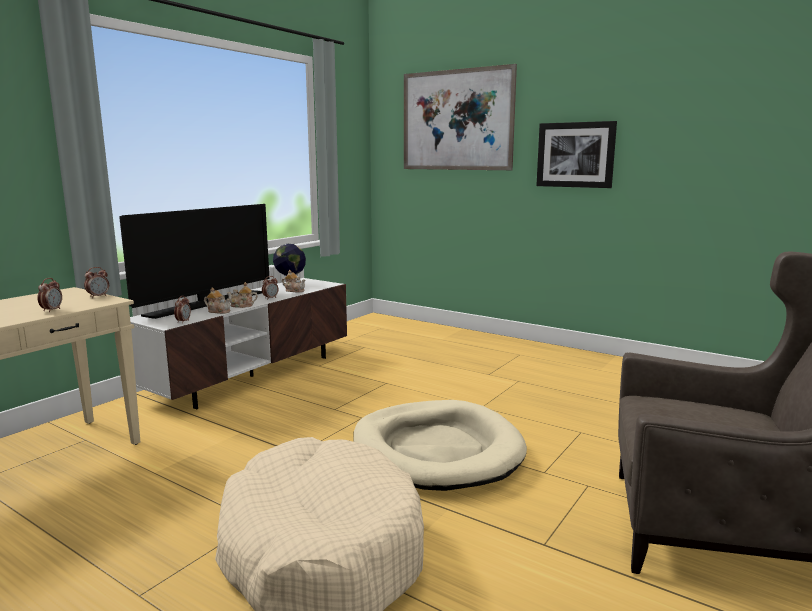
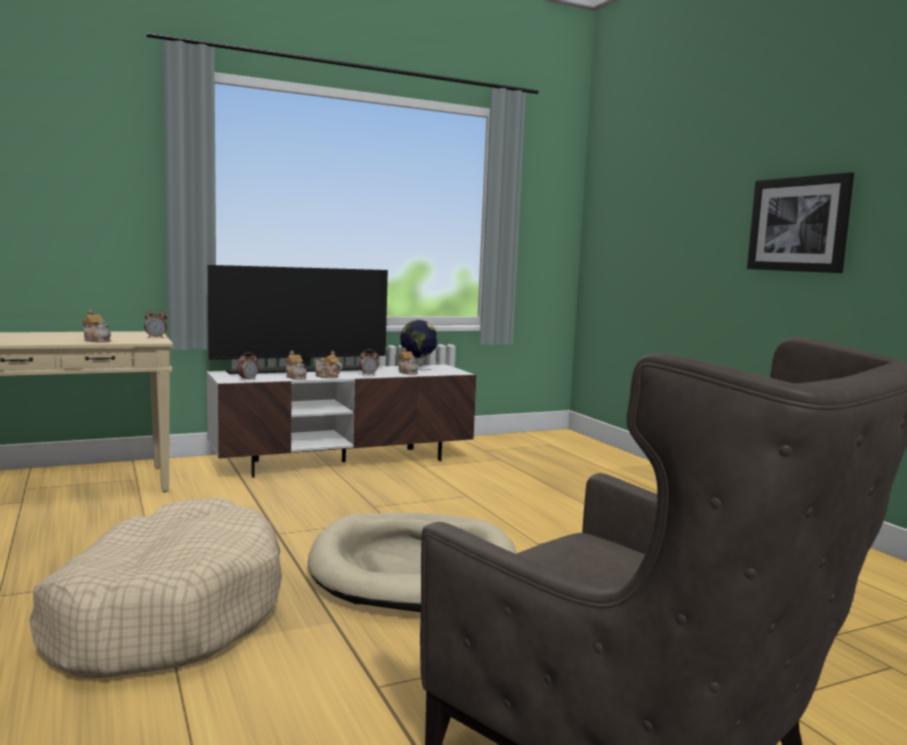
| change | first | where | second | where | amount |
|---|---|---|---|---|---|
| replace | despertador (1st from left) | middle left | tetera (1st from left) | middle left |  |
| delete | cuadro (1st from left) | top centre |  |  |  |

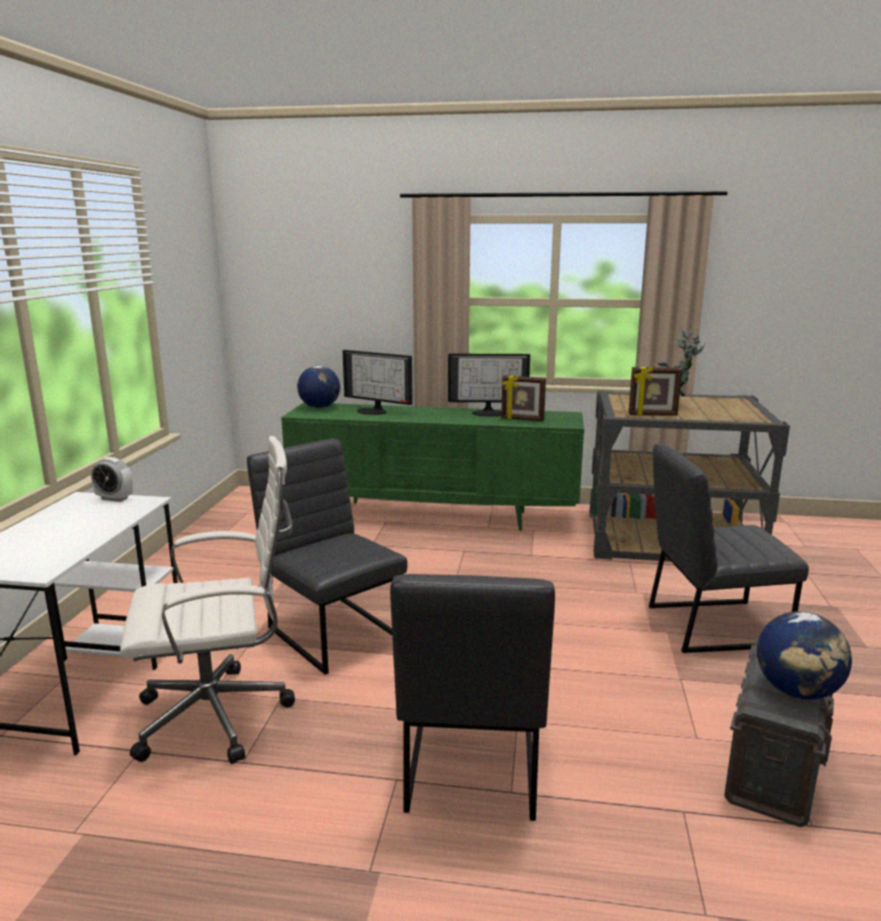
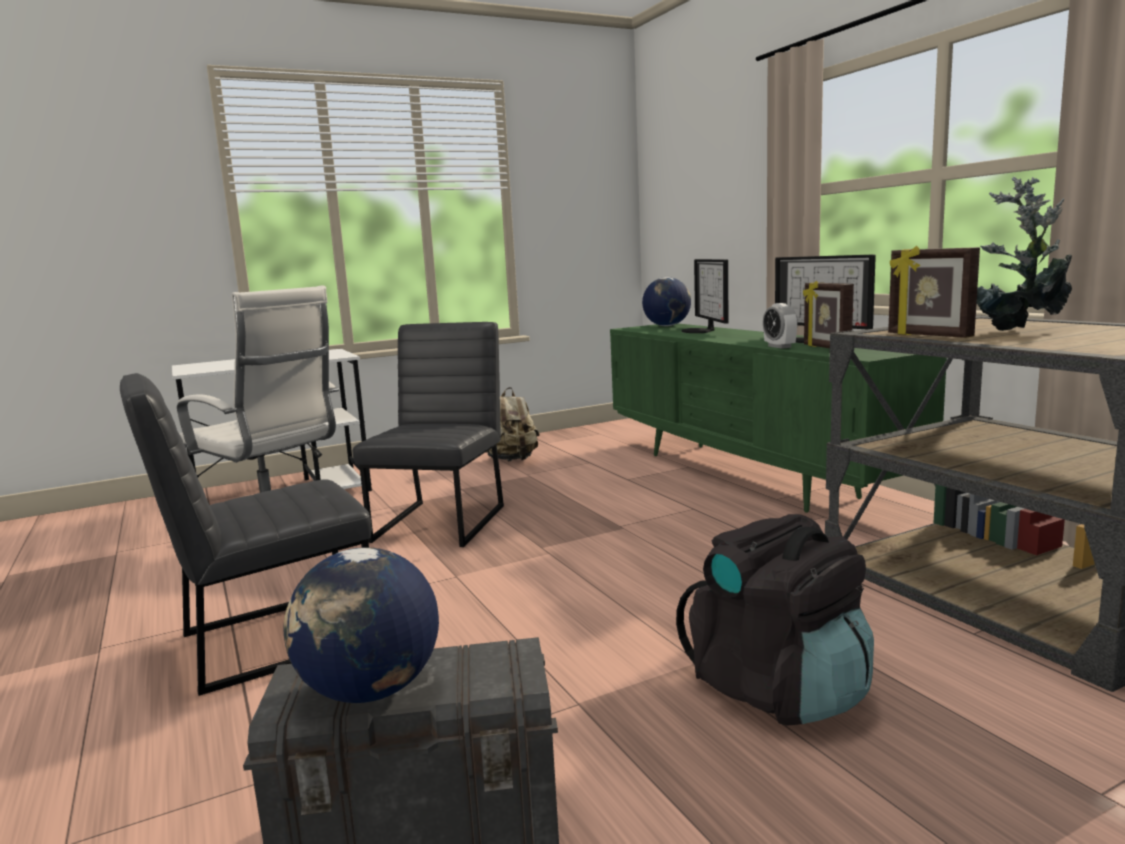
| change | first | where | second | where | amount |
|---|---|---|---|---|---|
| insert |  |  | mochila/beis | centre |  |
| replace | silla/gris (3rd from left) | middle right | mochila/negro | bottom right |  |
| move | despertador | middle left |  | middle right |  |

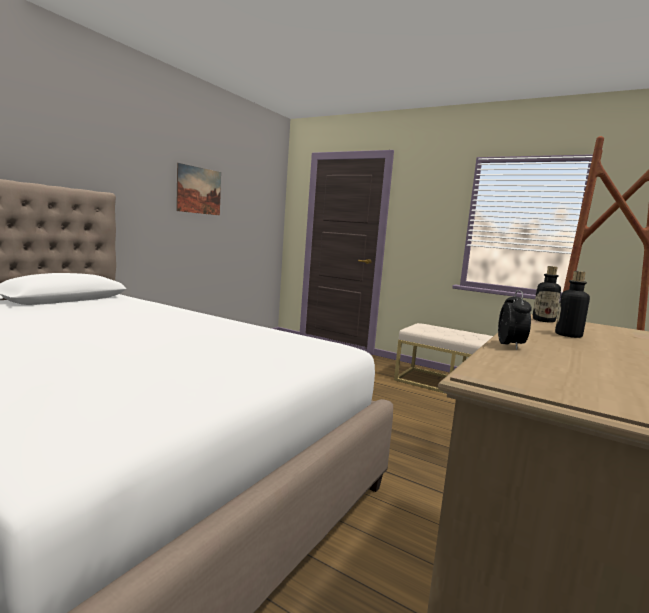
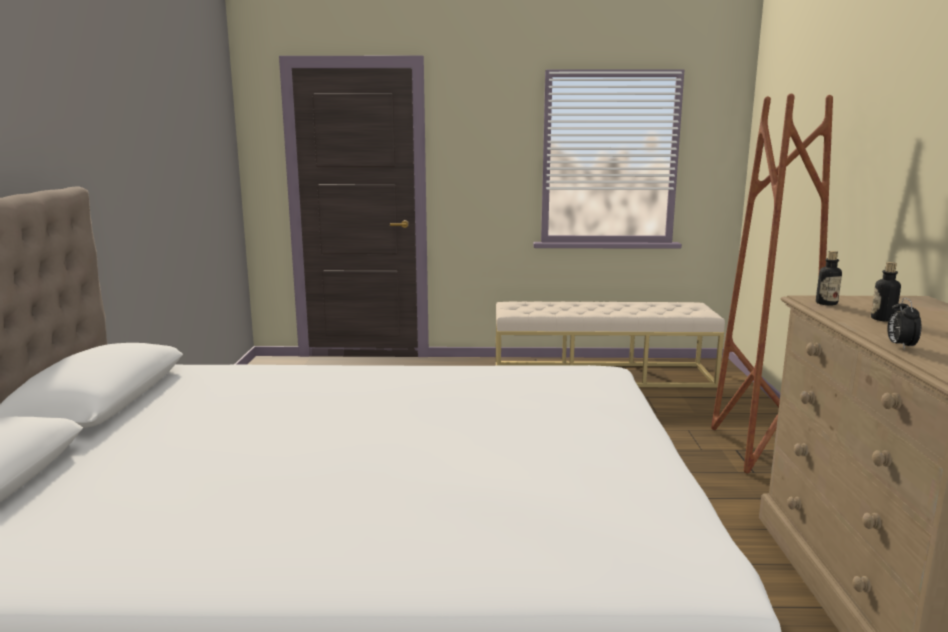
| change | first | where | second | where | amount |
|---|---|---|---|---|---|
| rotate | despertador | middle right |  | middle right | 150 degrees counterclockwise |
| delete | cuadro | top left |  |  |  |

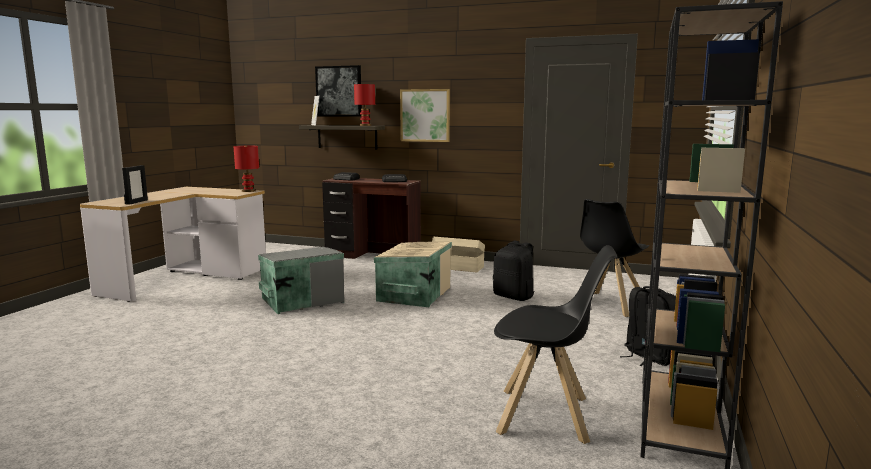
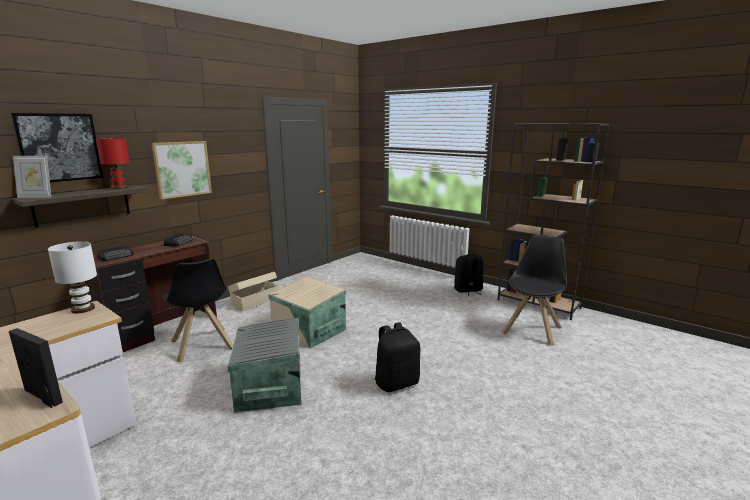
| change | first | where | second | where | amount |
|---|---|---|---|---|---|
| recolor | lámpara de mesa/rojo (1st from left) | middle left | lámpara de mesa/blanco | middle left |  |
| move | silla/negro (2nd from left in the first image) | middle right | silla/negro (1st from left) | middle left |  |
| move | mochila/negro (1st from left) | centre |  | bottom centre |  |

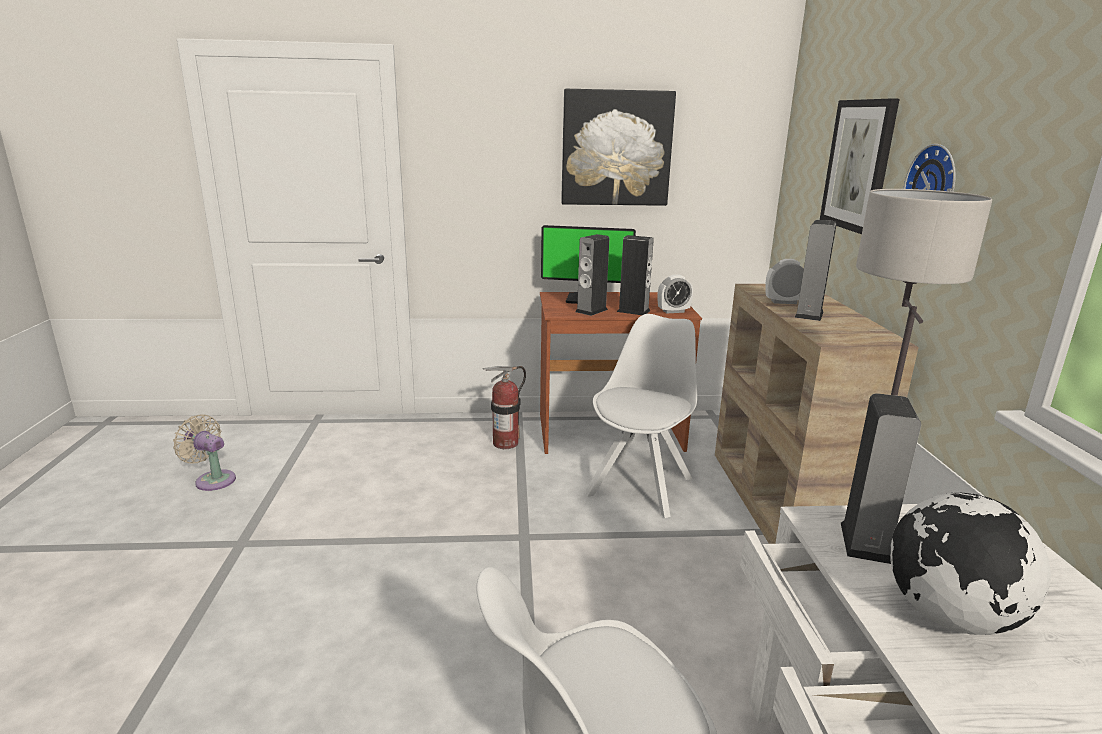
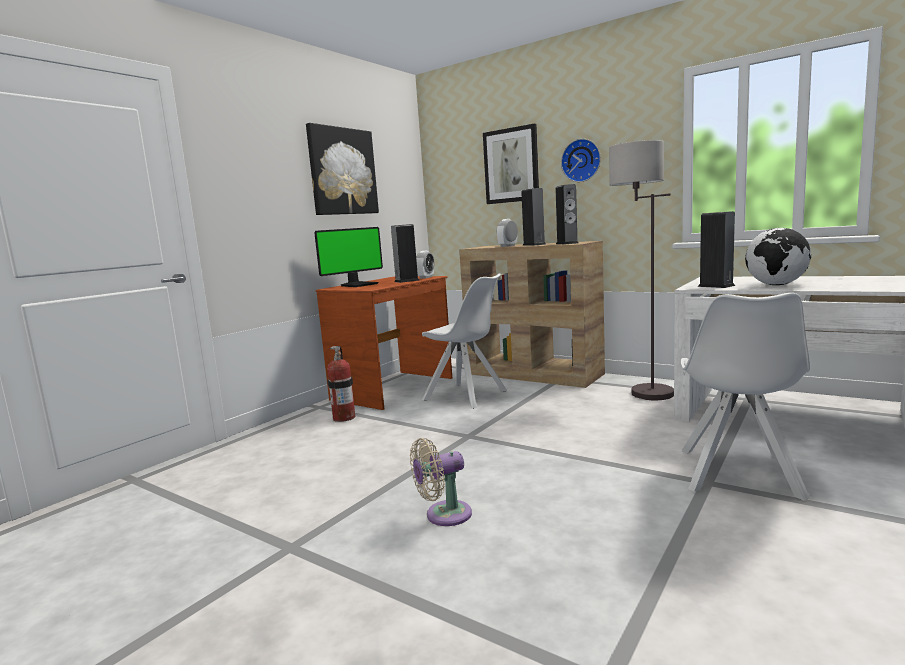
| change | first | where | second | where | amount |
|---|---|---|---|---|---|
| move | ventilador/beis | middle left |  | bottom centre |  |
| rotate | silla/blanco (2nd from left in the first image) | centre | silla/blanco (1st from left) | centre | 150 degrees clockwise |
| move | altavoz (1st from left in the first image) | centre | altavoz (3rd from left) | top centre |  |

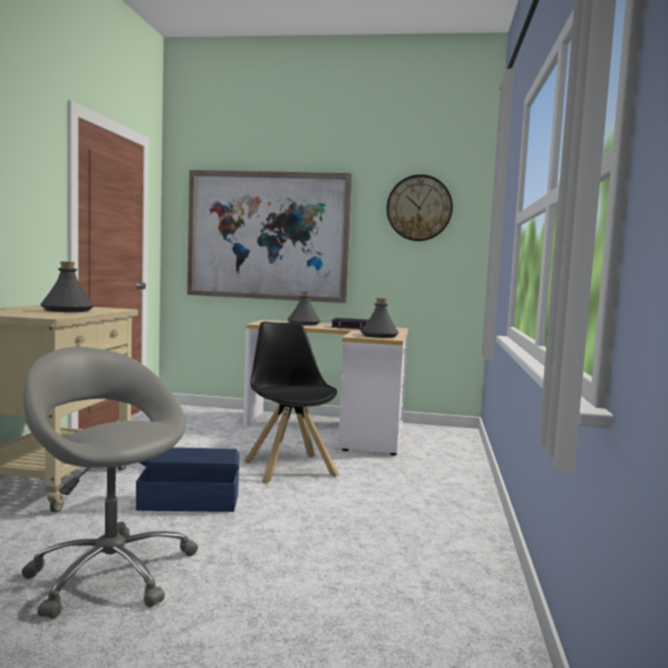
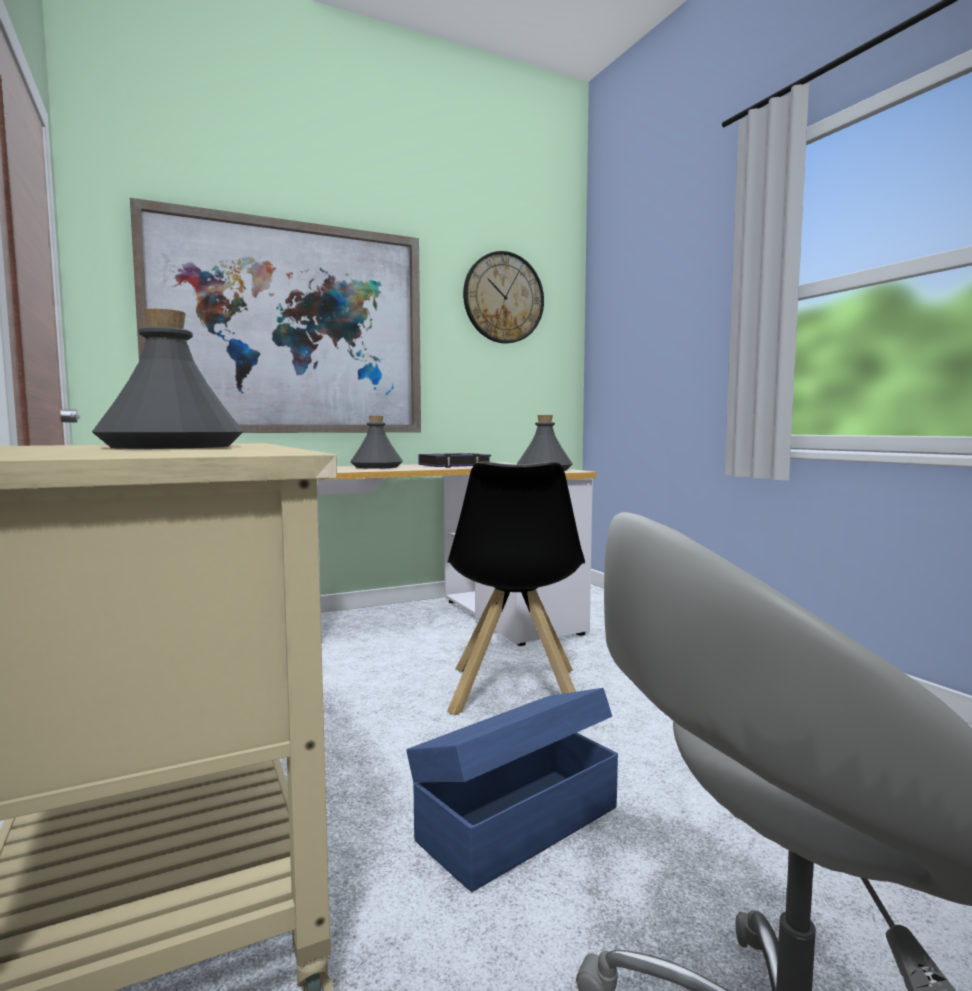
| change | first | where | second | where | amount |
|---|---|---|---|---|---|
| rotate | silla/negro | centre |  | centre | 120 degrees counterclockwise |

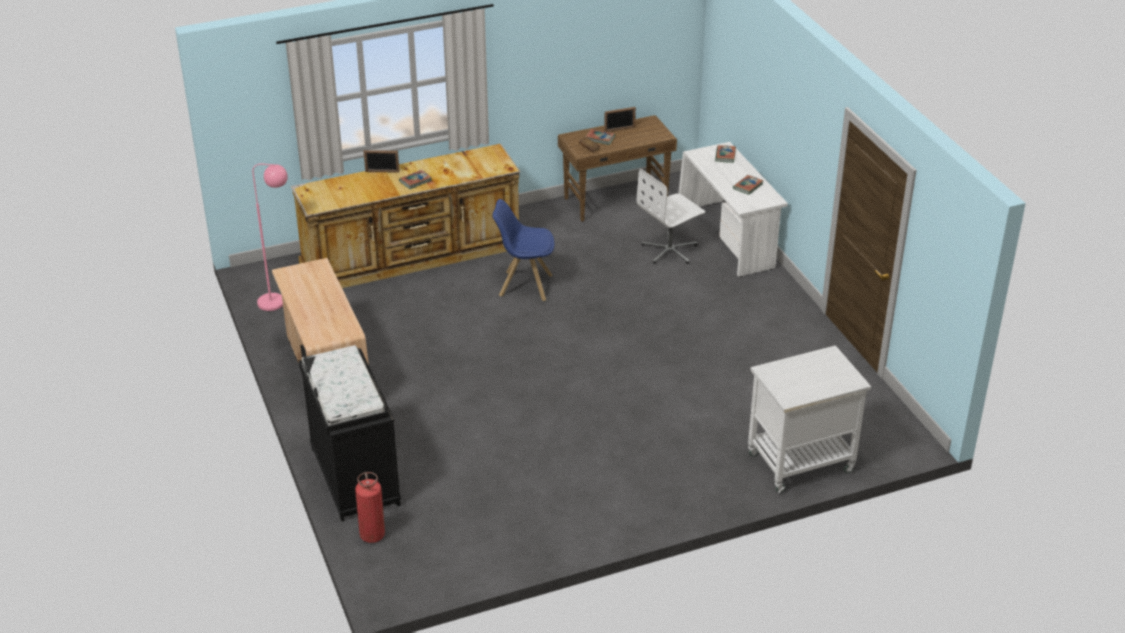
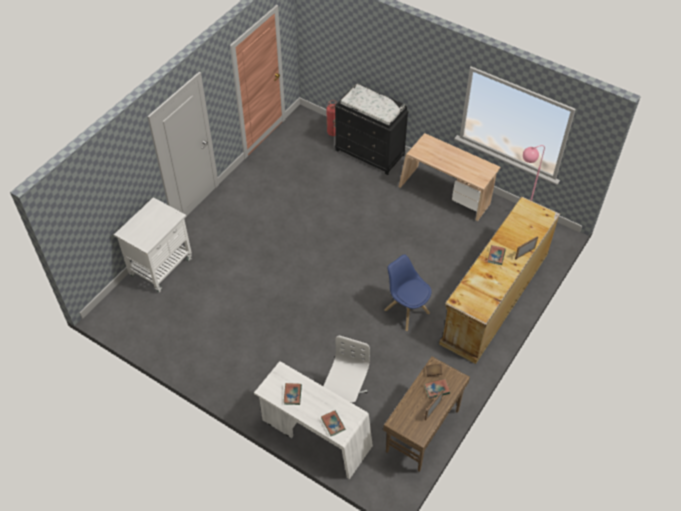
| change | first | where | second | where | amount |
|---|---|---|---|---|---|
| rotate | silla/azul | centre |  | centre | 105 degrees counterclockwise |

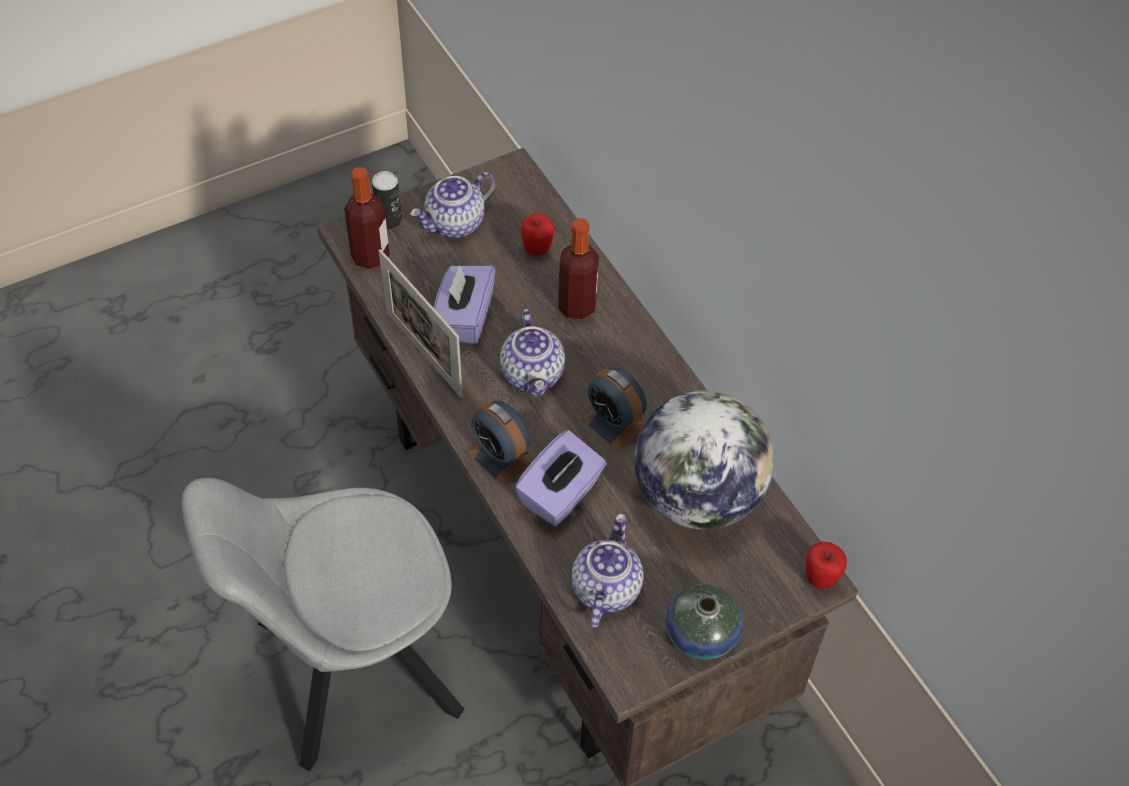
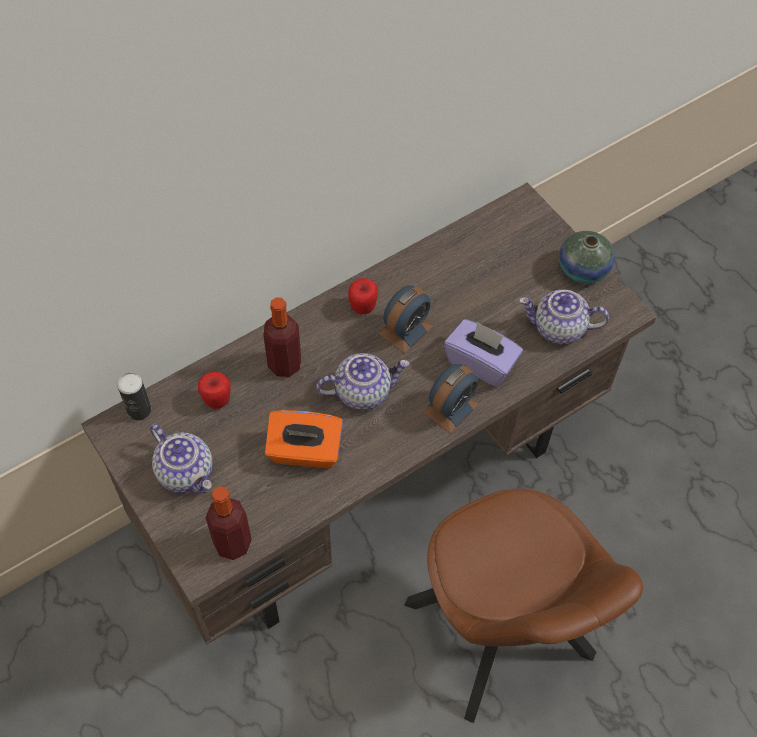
| change | first | where | second | where | amount |
|---|---|---|---|---|---|
| move | lata | top centre |  | middle left |  |
| recolor | caja de pañuelos/morado (1st from left) | centre | caja de pañuelos/naranja | centre |  |
| move | manzana (2nd from left) | bottom right |  | centre |  |
| recolor | silla/gris | bottom left | silla/marrón | bottom right |  |
| delete | portarretratos | centre |  |  |  |
| delete | globo terráqueo | centre |  |  |  |

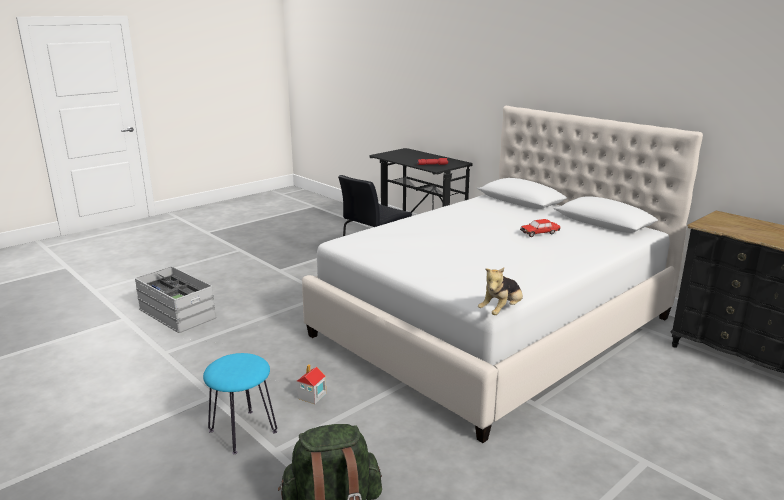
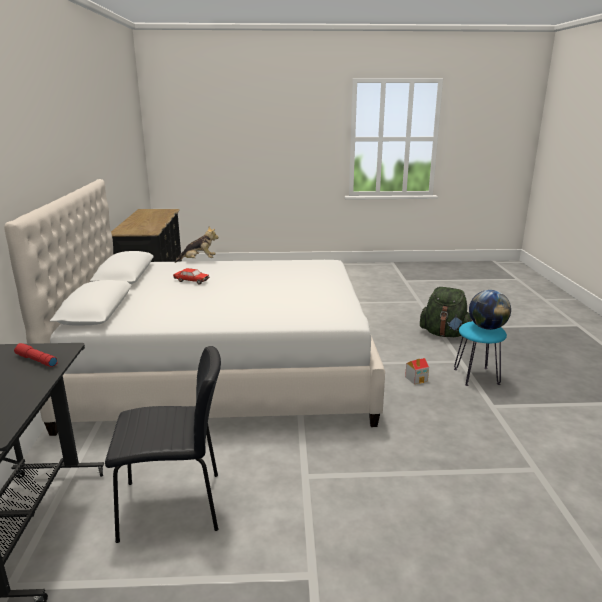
| change | first | where | second | where | amount |
|---|---|---|---|---|---|
| move | peluche | centre |  | middle left |  |
| insert |  |  | globo terráqueo | middle right |  |
| delete | caja de almacenaje/gris | middle left |  |  |  |

